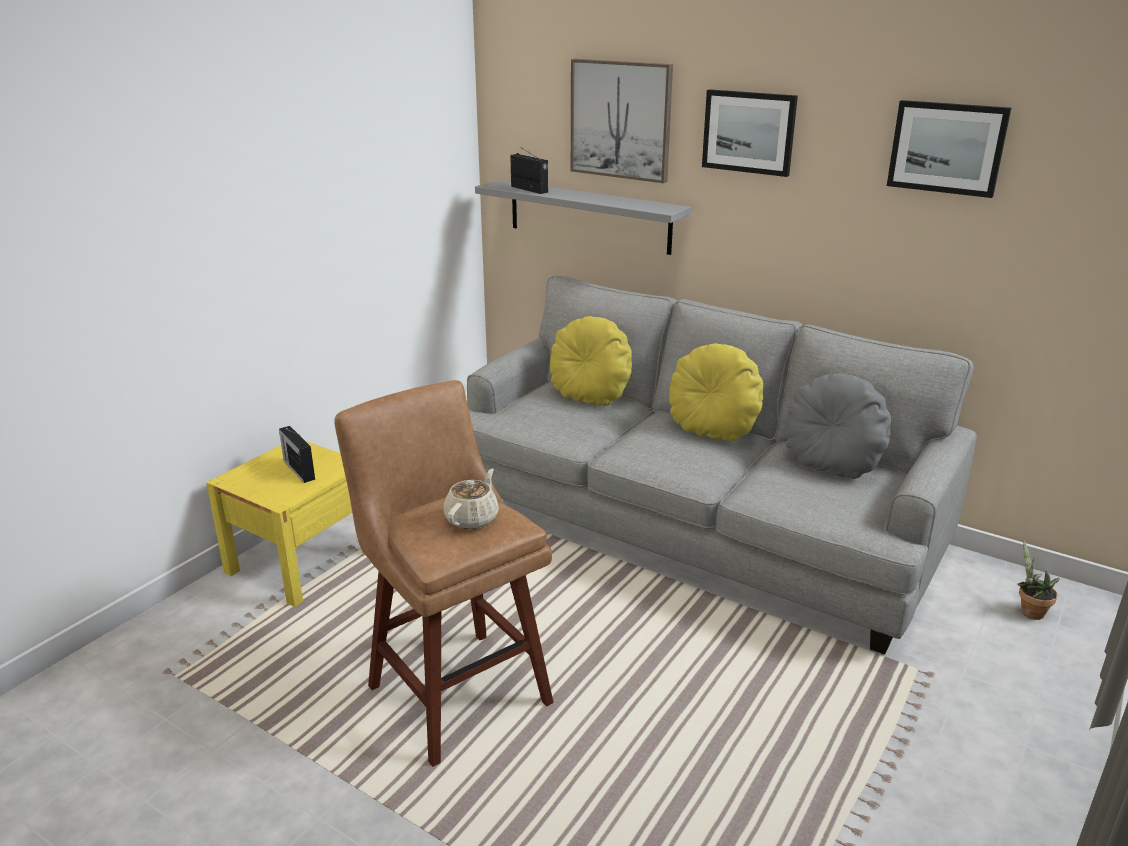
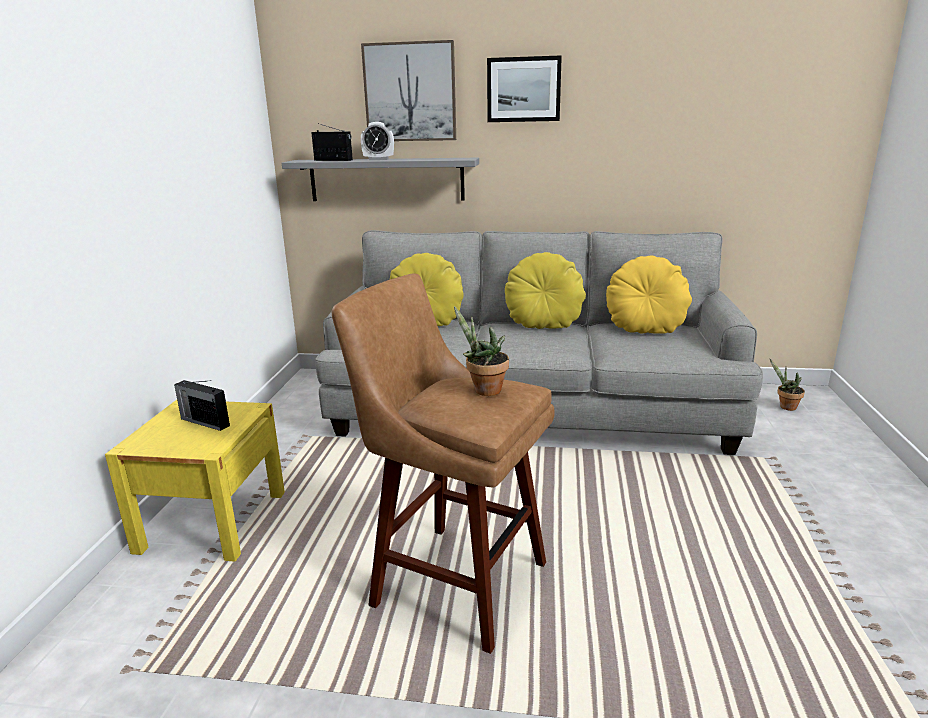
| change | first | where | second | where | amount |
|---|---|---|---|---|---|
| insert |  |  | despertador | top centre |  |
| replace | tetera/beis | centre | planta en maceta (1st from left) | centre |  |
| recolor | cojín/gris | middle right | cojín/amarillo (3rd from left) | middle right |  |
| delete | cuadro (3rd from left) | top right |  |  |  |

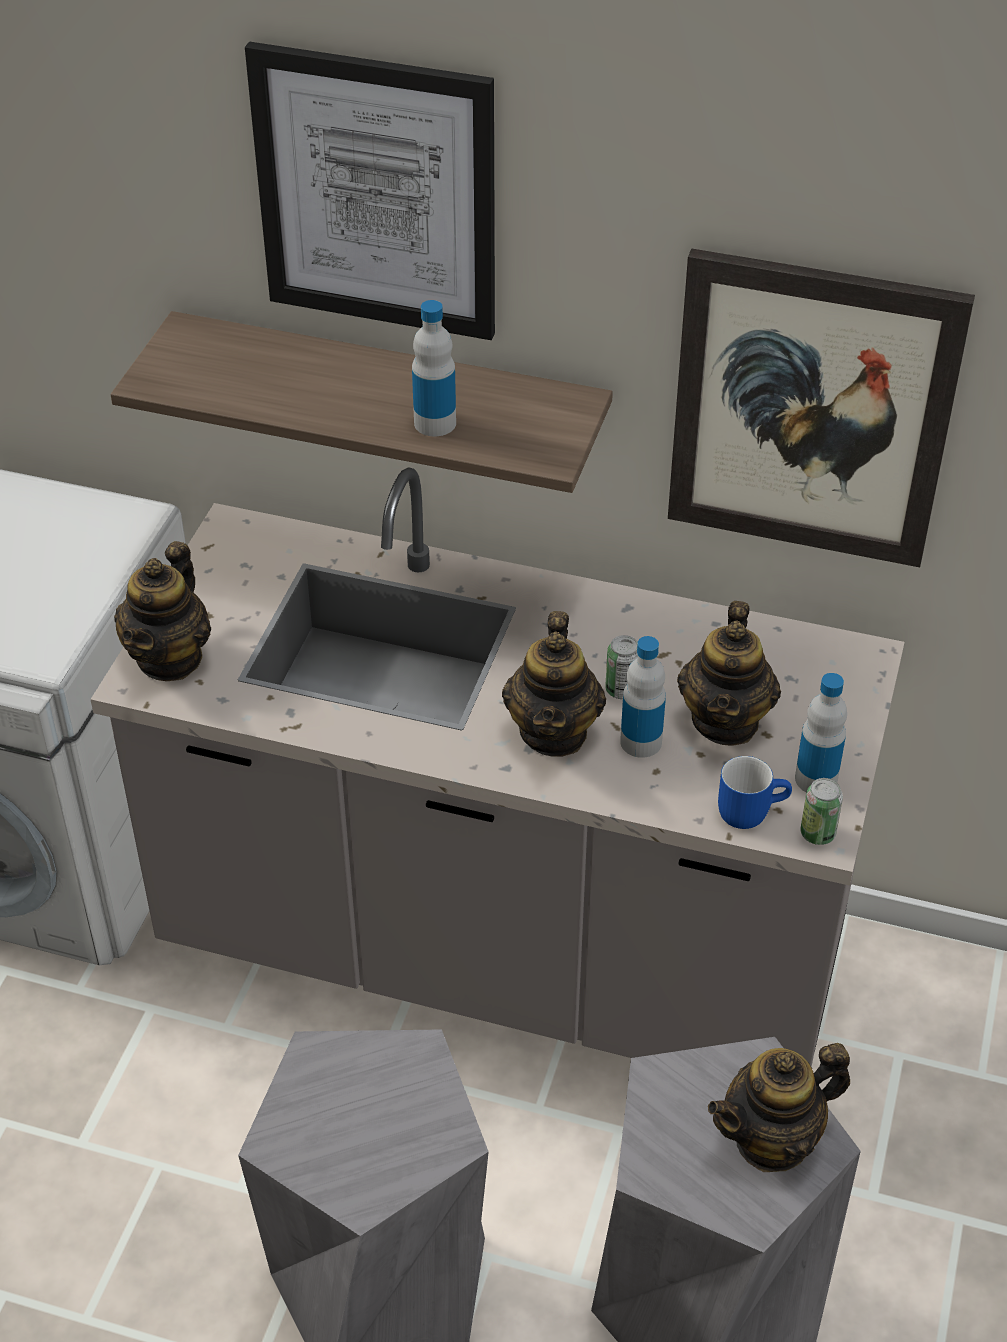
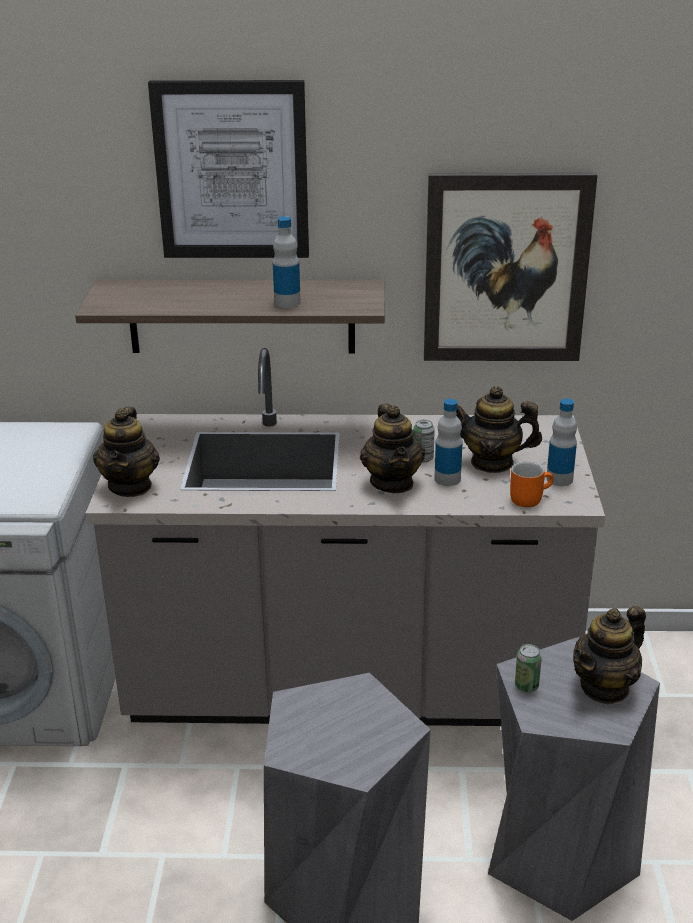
| change | first | where | second | where | amount |
|---|---|---|---|---|---|
| rotate | tetera (3rd from left) | middle right |  | middle right | 105 degrees clockwise |
| recolor | taza grande/azul | middle right | taza grande/naranja | middle right |  |
| move | lata (2nd from left) | middle right |  | bottom right |  |

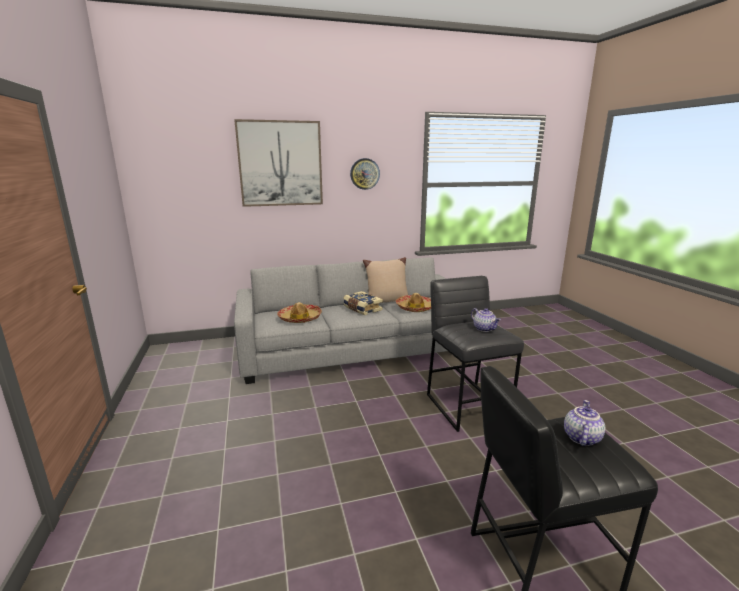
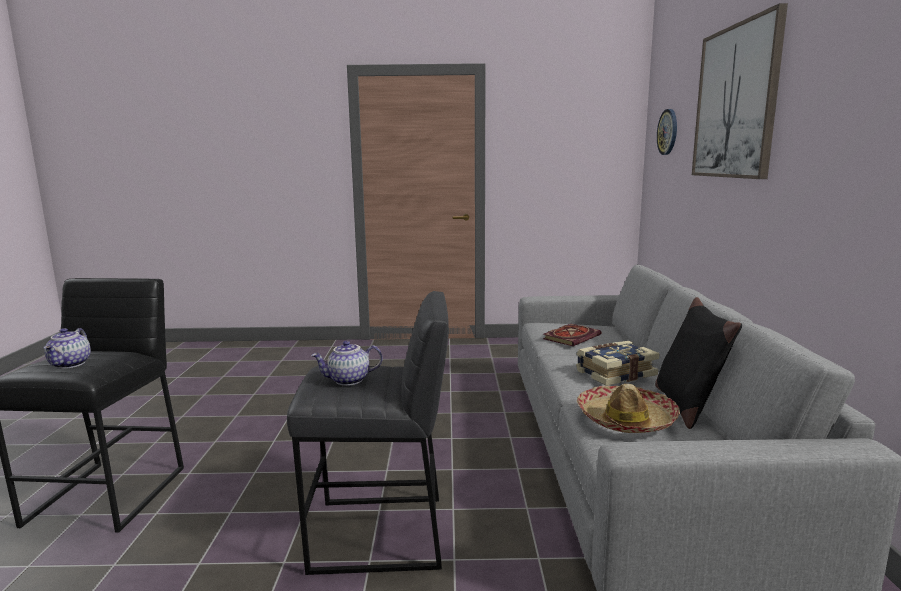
| change | first | where | second | where | amount |
|---|---|---|---|---|---|
| rotate | tetera (2nd from left in the first image) | bottom right | tetera (1st from left) | middle left | 45 degrees clockwise |
| replace | sombrero (1st from left) | centre | libro (1st from left) | centre |  |
| recolor | cojín/beis | centre | cojín/negro | middle right |  |
| move | reloj de pared | top centre |  | top right |  |

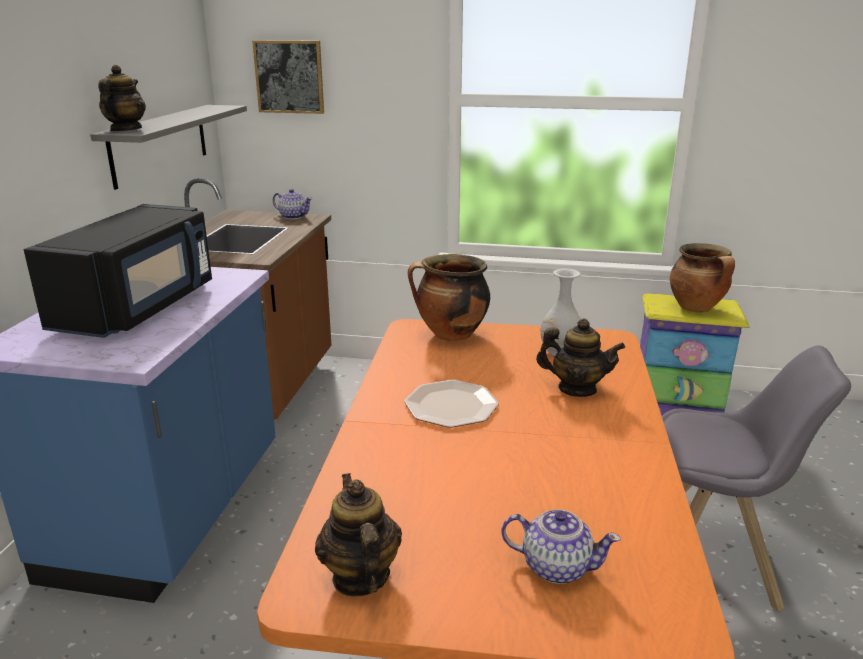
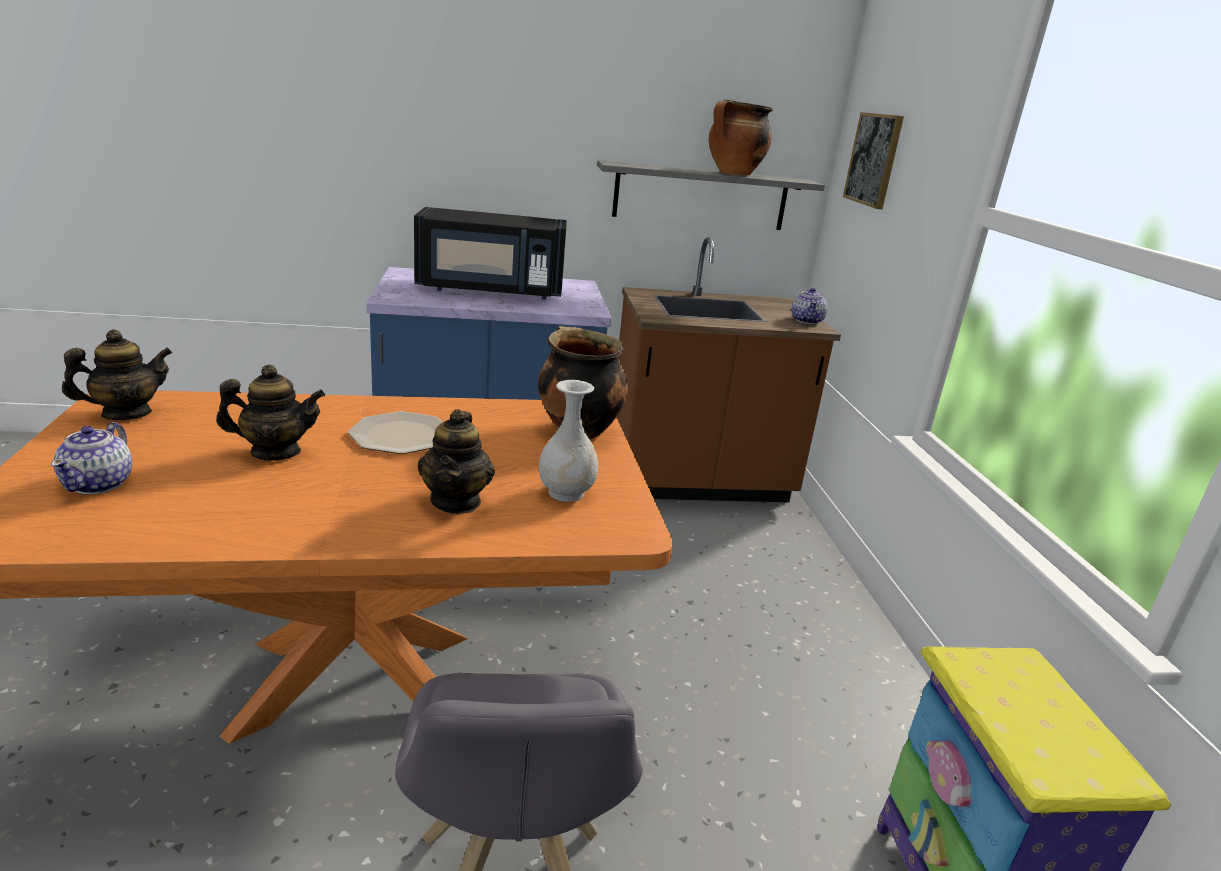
| change | first | where | second | where | amount |
|---|---|---|---|---|---|
| move | tetera (1st from left in the first image) | top left | tetera (3rd from left) | middle left |  |
| move | olla (2nd from left) | middle right |  | top centre |  |

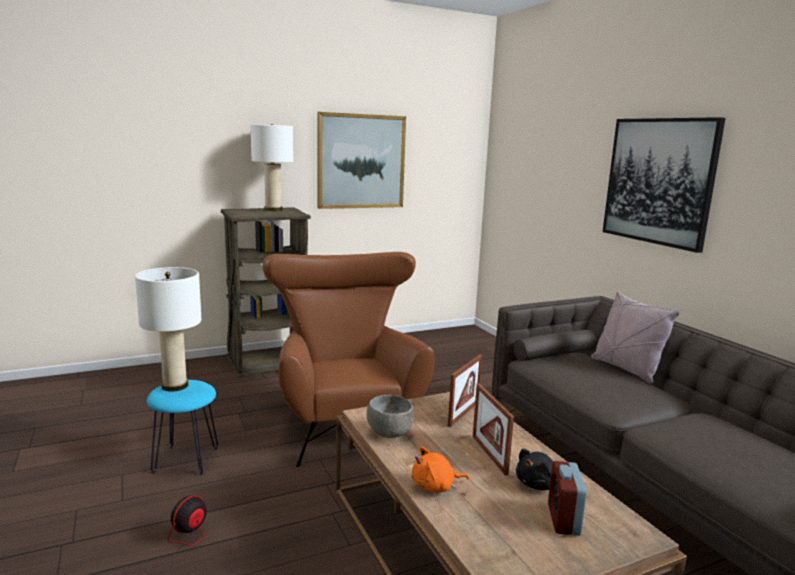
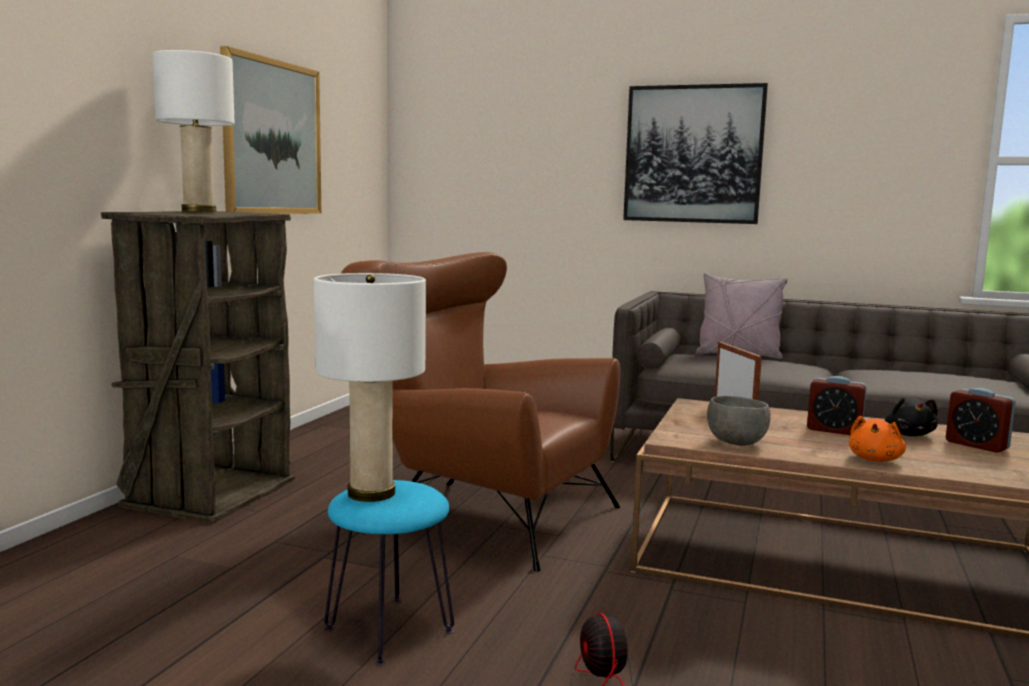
| change | first | where | second | where | amount |
|---|---|---|---|---|---|
| replace | portarretratos (2nd from left) | bottom centre | despertador (1st from left) | middle right |  |

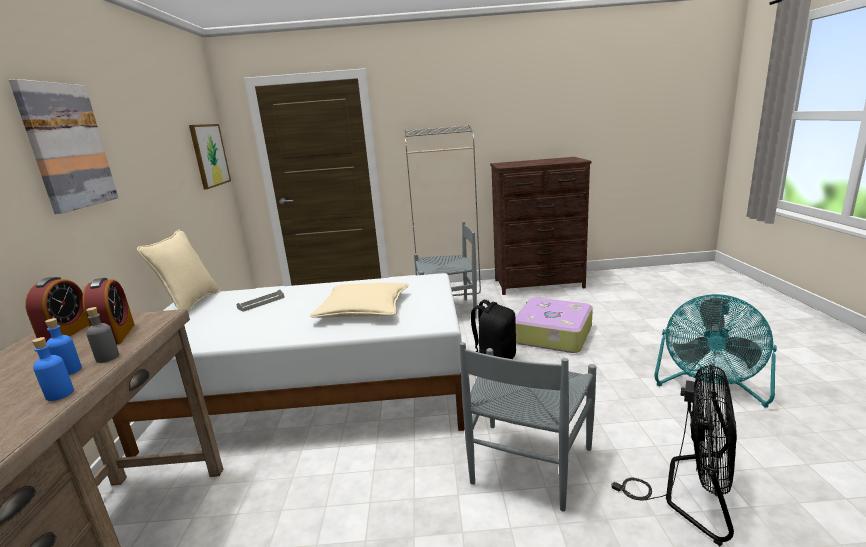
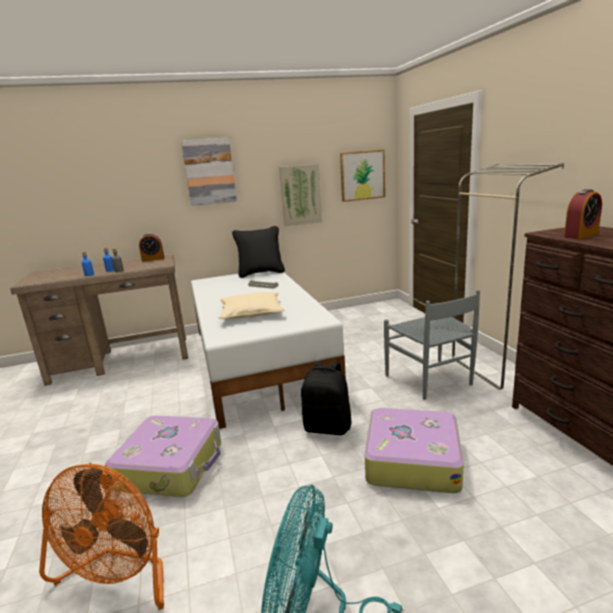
| change | first | where | second | where | amount |
|---|---|---|---|---|---|
| recolor | ventilador/negro | bottom right | ventilador/naranja | bottom left |  |
| replace | silla/gris (2nd from left) | bottom centre | maleta (1st from left) | bottom left |  |
| recolor | cojín/beis (1st from left) | middle left | cojín/negro | centre |  |
| insert |  |  | cuadro (2nd from left) | top centre |  |
| move | despertador (2nd from left) | middle left |  | middle right |  |

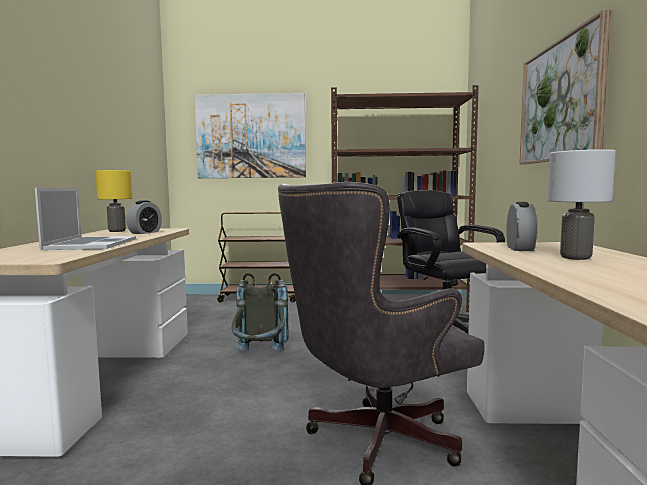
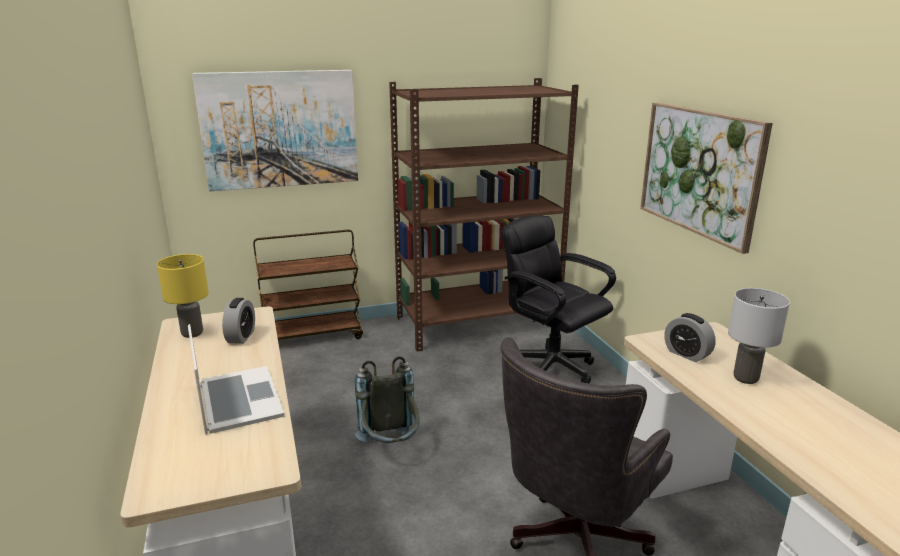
| change | first | where | second | where | amount |
|---|---|---|---|---|---|
| rotate | despertador (2nd from left) | middle right |  | middle right | 150 degrees clockwise |

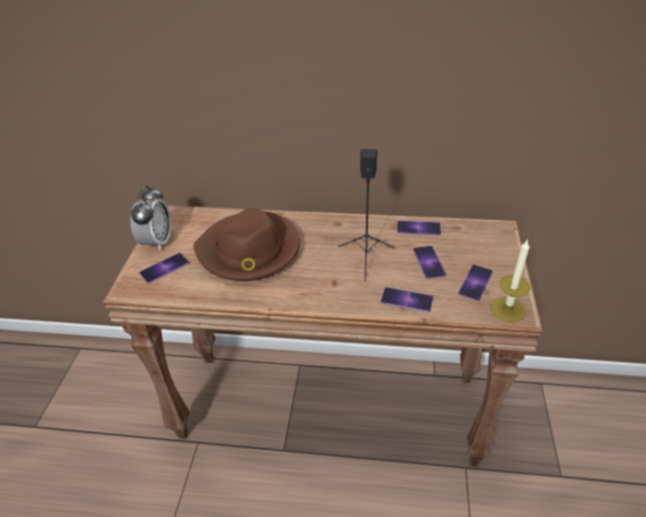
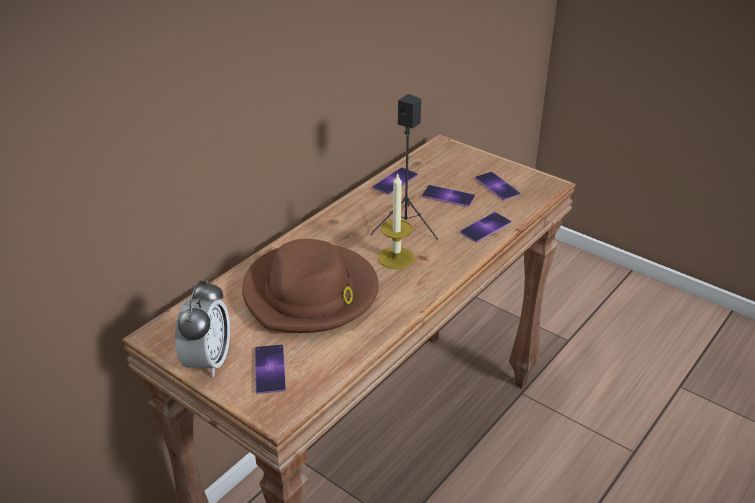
| change | first | where | second | where | amount |
|---|---|---|---|---|---|
| rotate | despertador | middle left |  | middle left | 60 degrees clockwise |
| move | vela | middle right |  | centre |  |

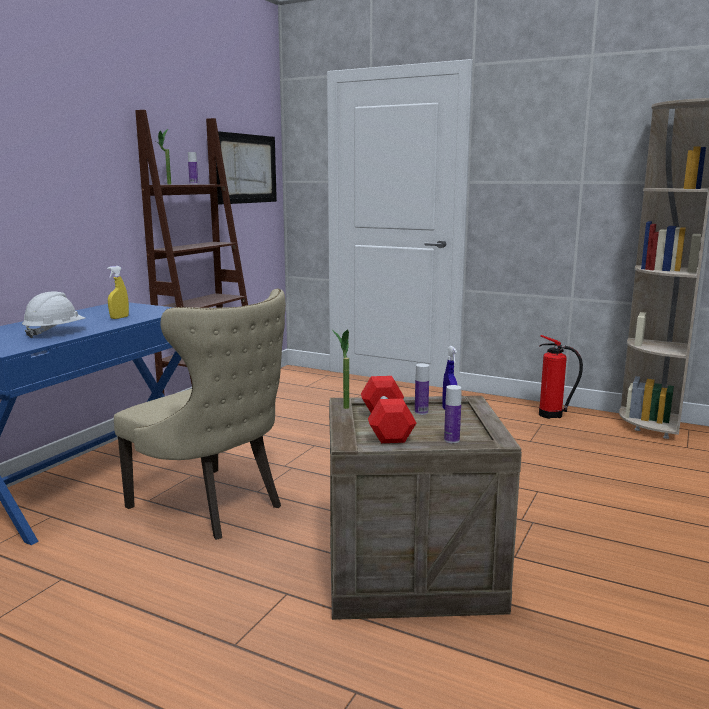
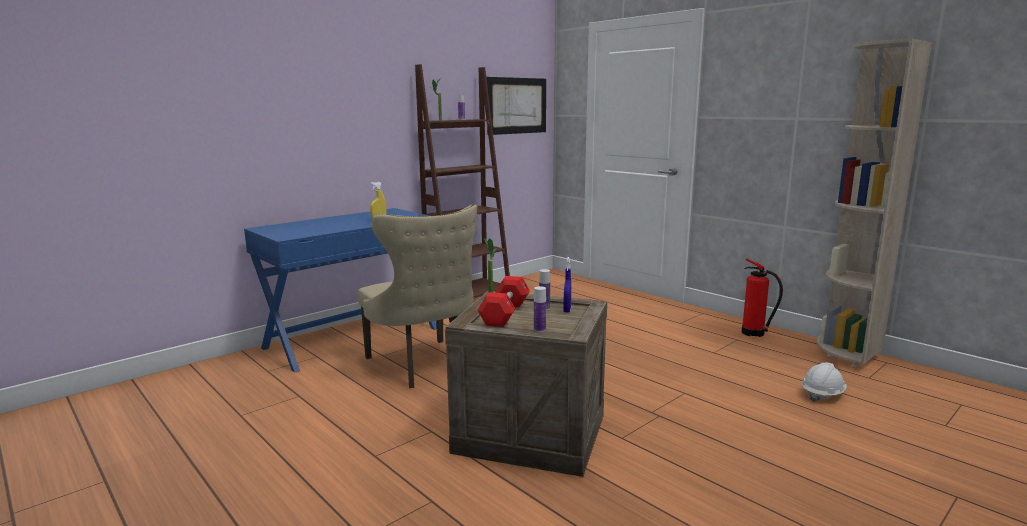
| change | first | where | second | where | amount |
|---|---|---|---|---|---|
| move | casco/blanco | middle left |  | bottom right |  |

